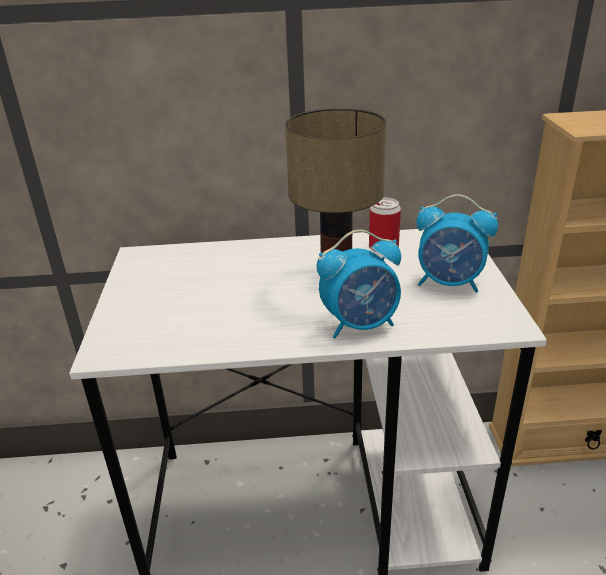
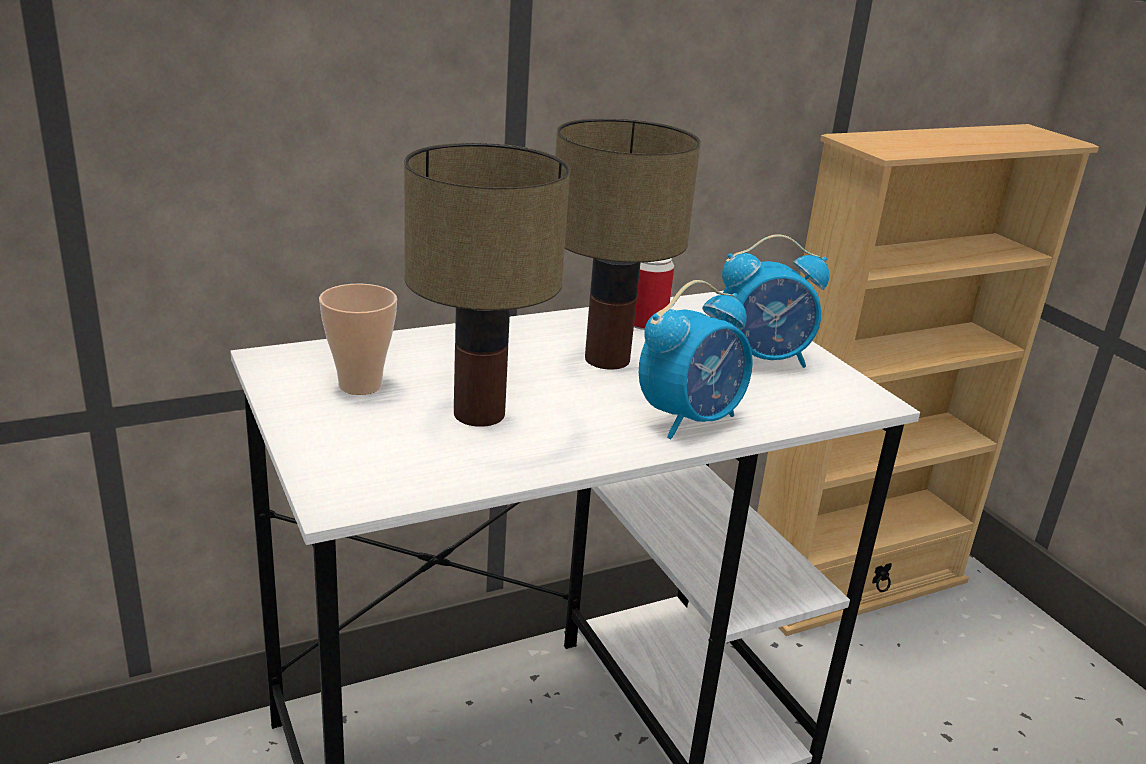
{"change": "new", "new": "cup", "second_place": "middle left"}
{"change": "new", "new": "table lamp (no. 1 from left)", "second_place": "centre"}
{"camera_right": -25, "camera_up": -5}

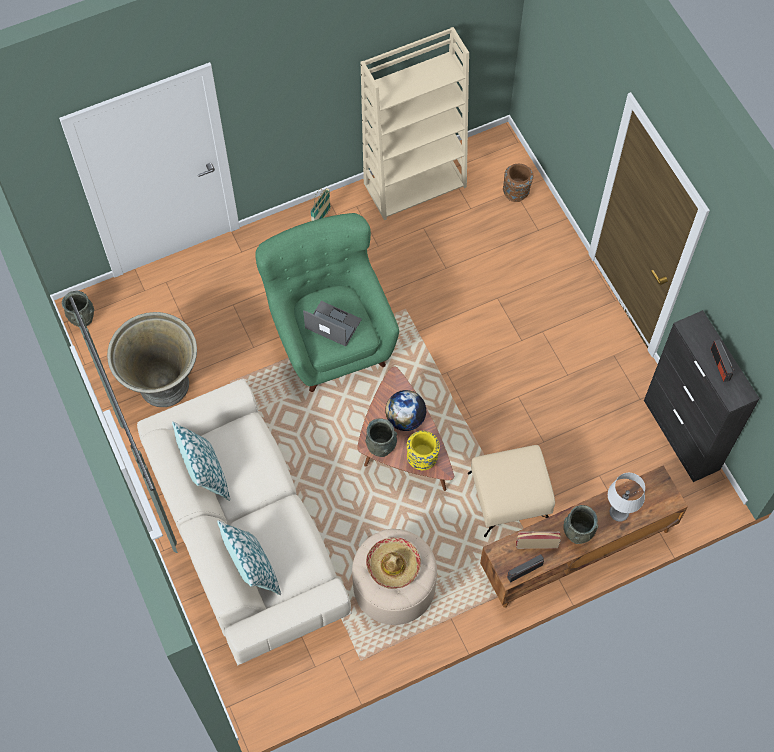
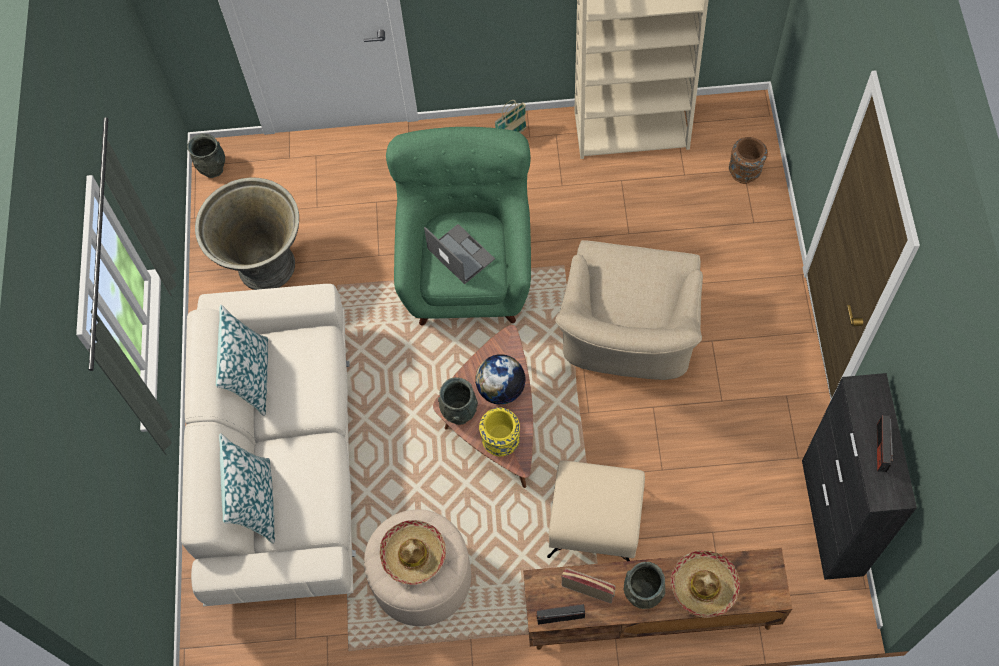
{"change": "new", "new": "beige armchair", "second_place": "centre"}
{"change": "swapped", "old": "grey table lamp", "new": "hat (no. 2 from left)", "first_place": "middle right", "second_place": "bottom right"}
{"camera_right": 25, "camera_up": 0}

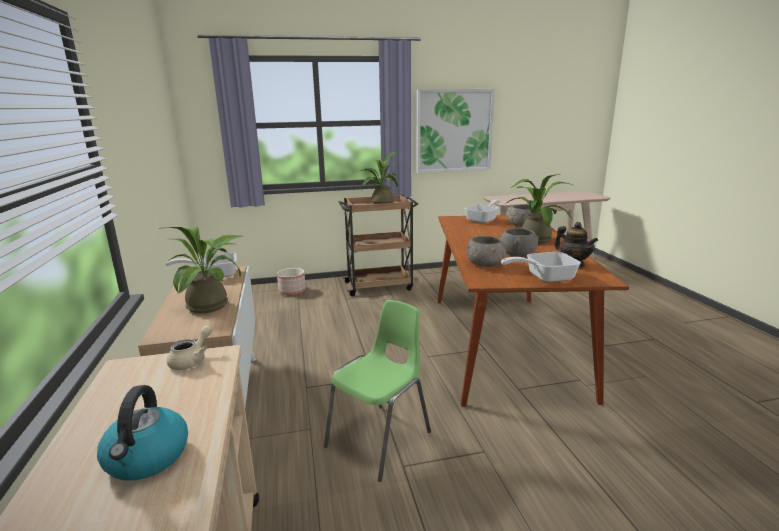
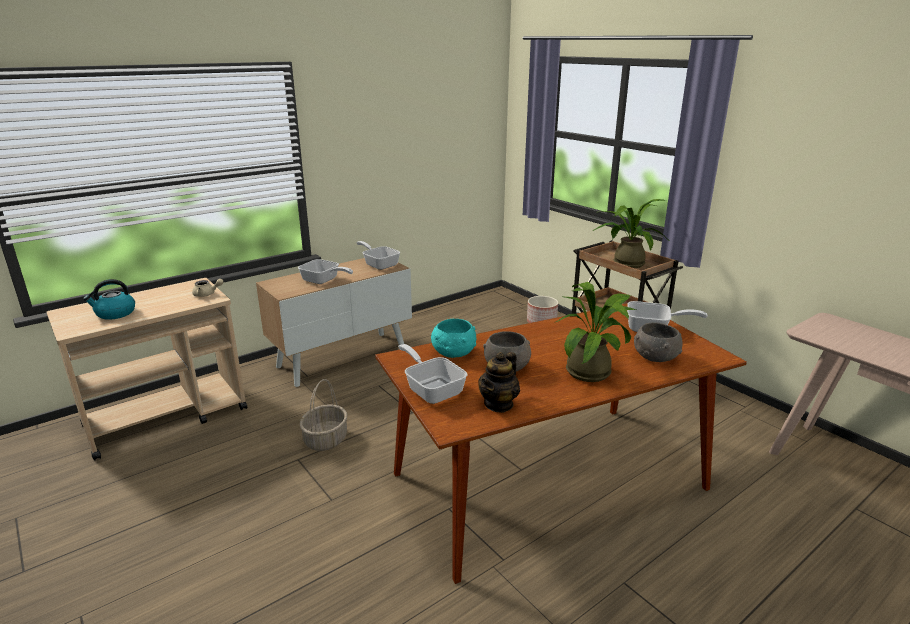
{"change": "gone", "old": "picture", "first_place": "top centre"}
{"change": "swapped", "old": "potted plant (no. 1 from left)", "new": "frying pan (no. 1 from left)", "first_place": "middle left", "second_place": "centre"}
{"change": "swapped", "old": "green chair", "new": "basket", "first_place": "bottom centre", "second_place": "centre"}
{"change": "repainted", "old": "grey bowl (no. 1 from left)", "new": "turquoise bowl", "first_place": "centre", "second_place": "centre"}
{"camera_right": 65, "camera_up": 5}

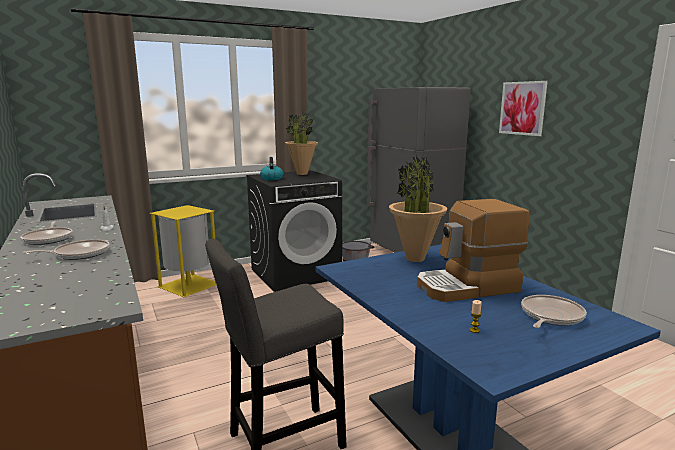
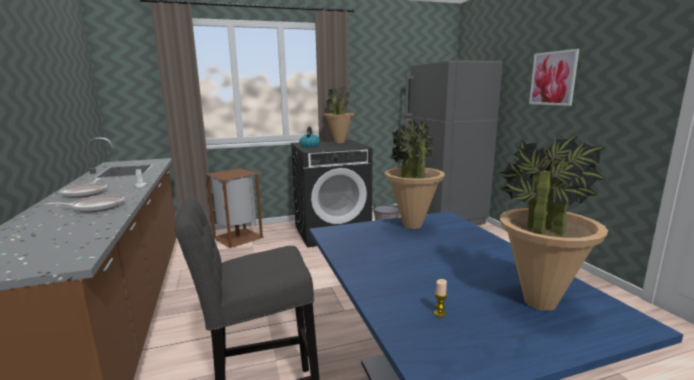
{"change": "gone", "old": "coffee machine", "first_place": "middle right"}
{"change": "swapped", "old": "frying pan (no. 3 from left)", "new": "potted plant (no. 3 from left)", "first_place": "bottom right", "second_place": "middle right"}
{"change": "repainted", "old": "yellow trash can", "new": "brown trash can", "first_place": "middle left", "second_place": "centre"}
{"camera_right": 10, "camera_up": 0}

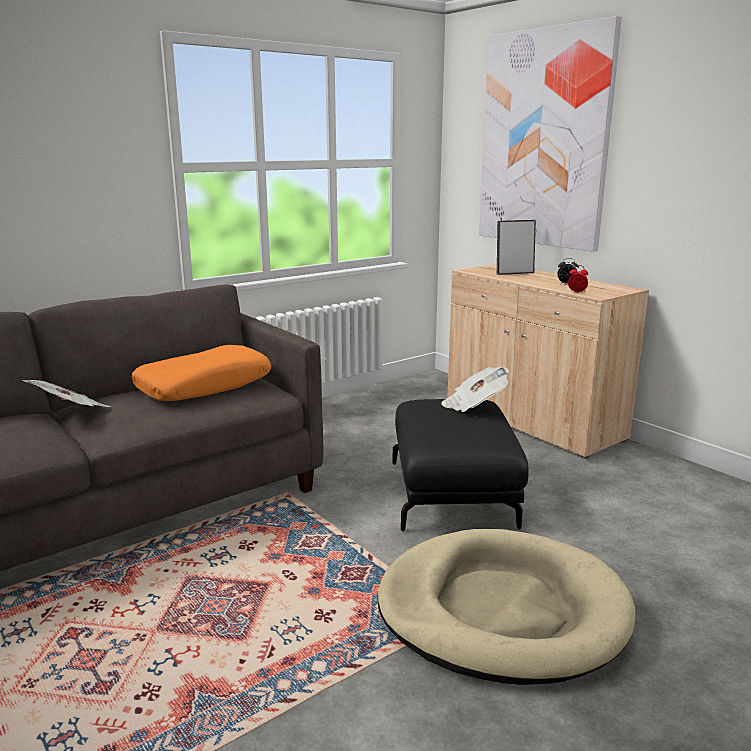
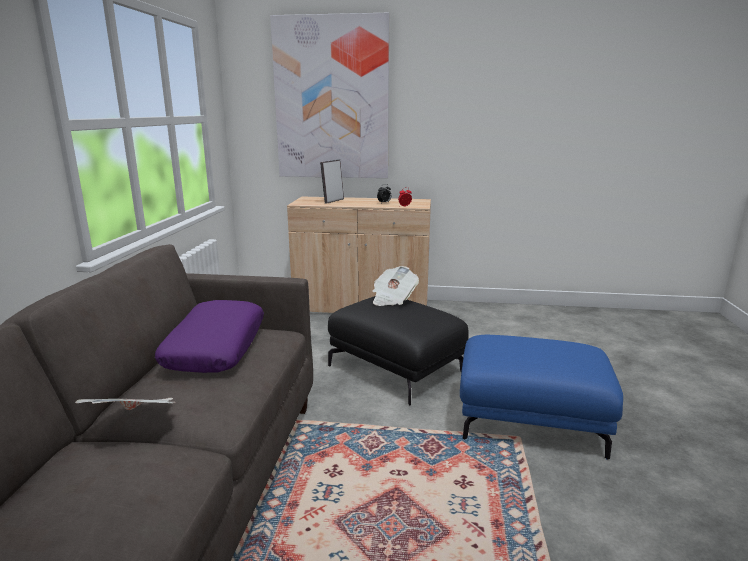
{"change": "swapped", "old": "beige dog bed", "new": "blue ottoman", "first_place": "bottom right", "second_place": "bottom right"}
{"change": "repainted", "old": "orange pillow", "new": "purple pillow", "first_place": "middle left", "second_place": "middle left"}
{"camera_right": -45, "camera_up": 0}

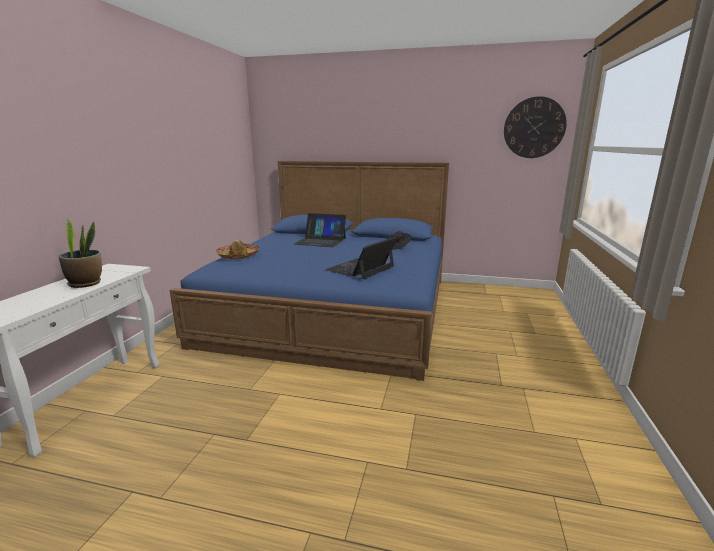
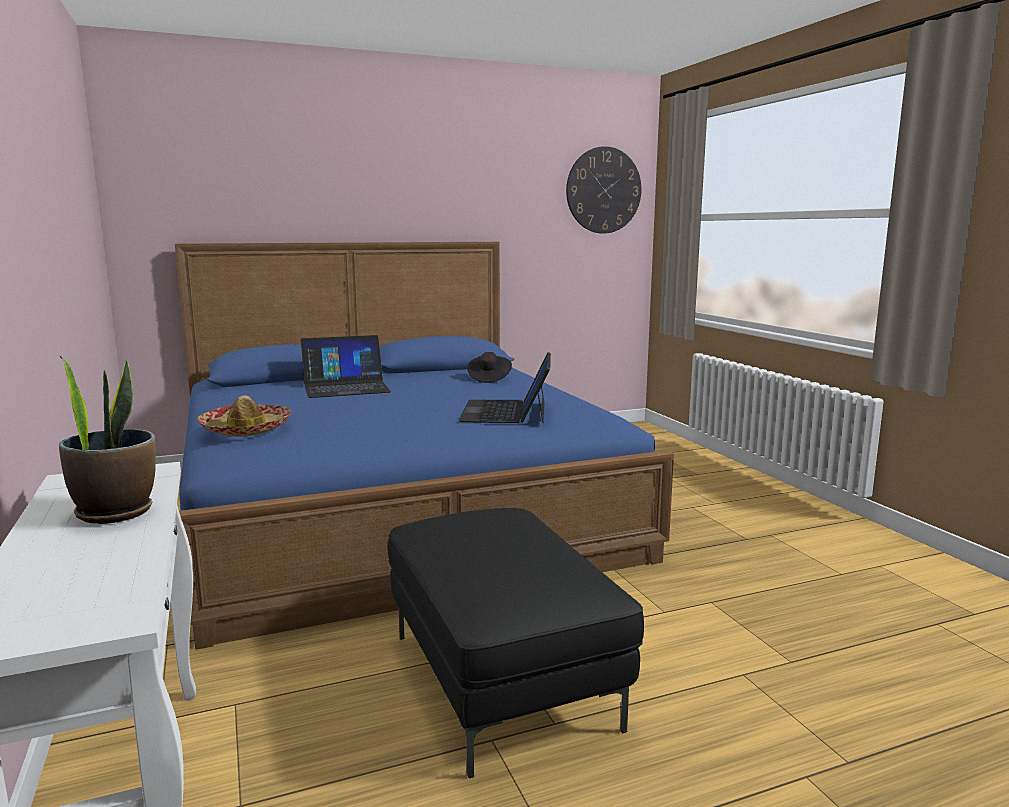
{"change": "new", "new": "black ottoman", "second_place": "bottom centre"}
{"camera_right": -35, "camera_up": -5}

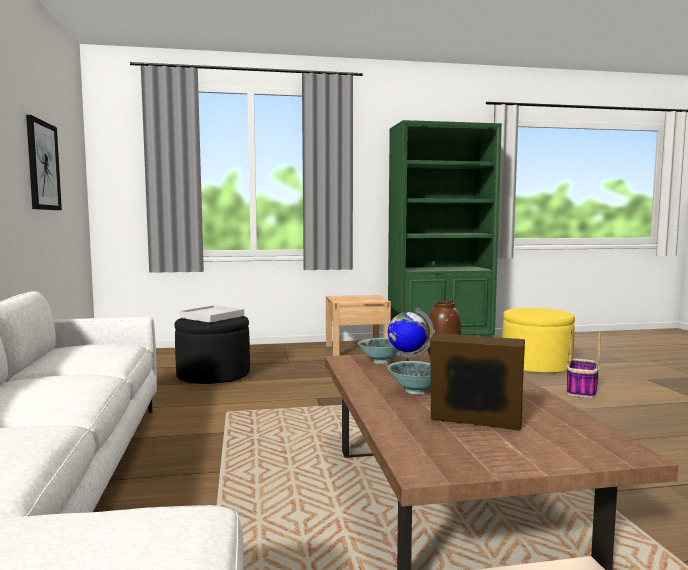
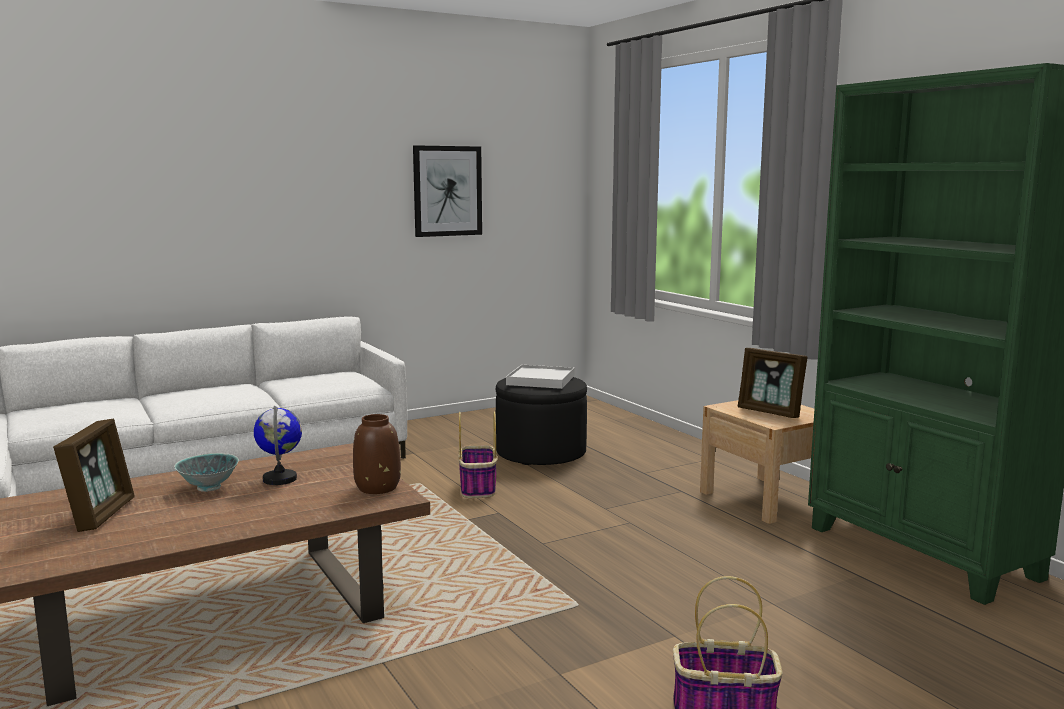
{"change": "gone", "old": "bowl (no. 1 from left)", "first_place": "centre"}
{"change": "gone", "old": "yellow ottoman", "first_place": "middle right"}
{"change": "new", "new": "basket (no. 1 from left)", "second_place": "centre"}
{"change": "new", "new": "picture frame (no. 2 from left)", "second_place": "middle right"}
{"camera_right": 70, "camera_up": 5}

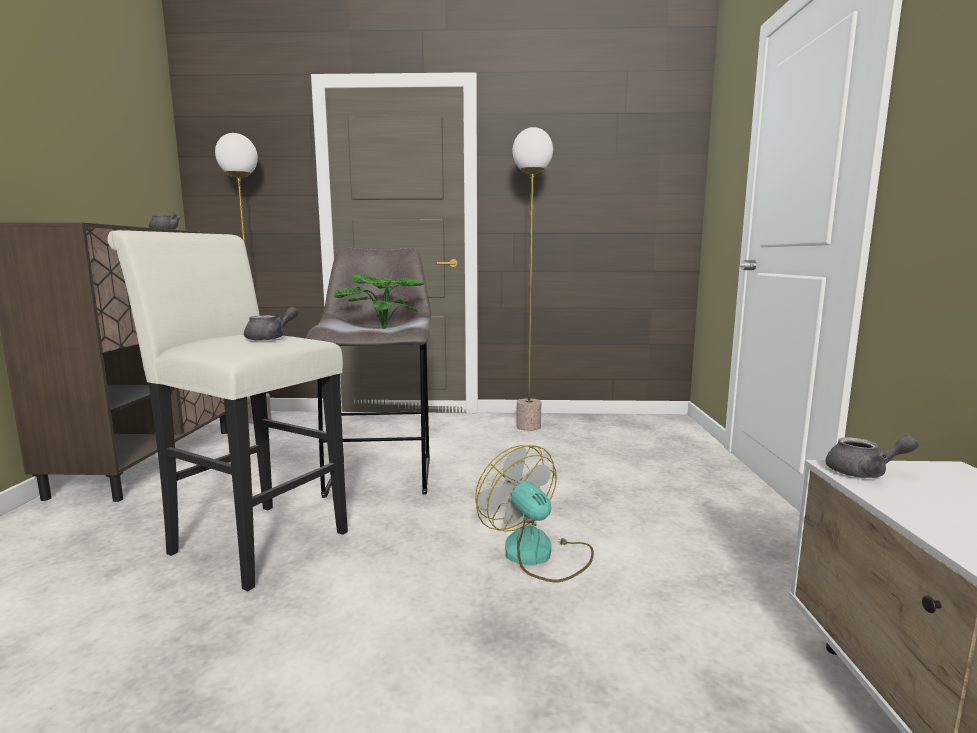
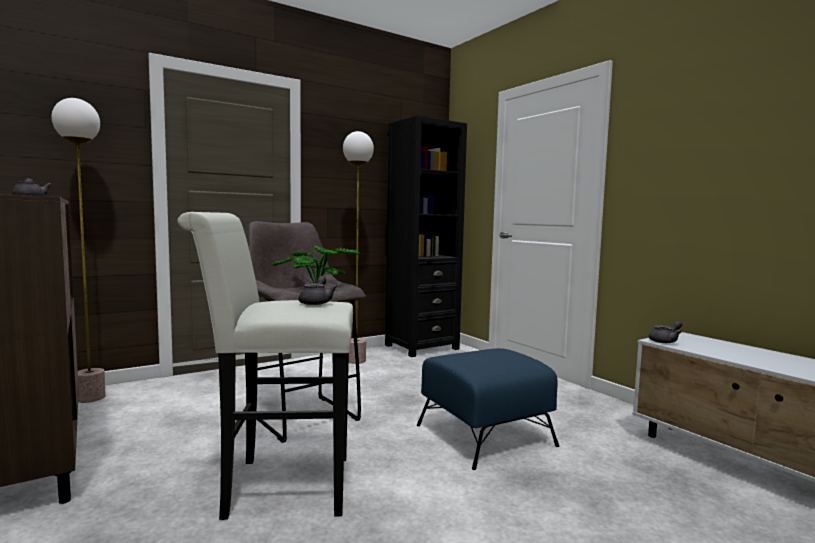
{"change": "new", "new": "black bookcase", "second_place": "centre"}
{"change": "swapped", "old": "fan", "new": "blue ottoman", "first_place": "bottom centre", "second_place": "bottom centre"}
{"camera_right": -35, "camera_up": -5}

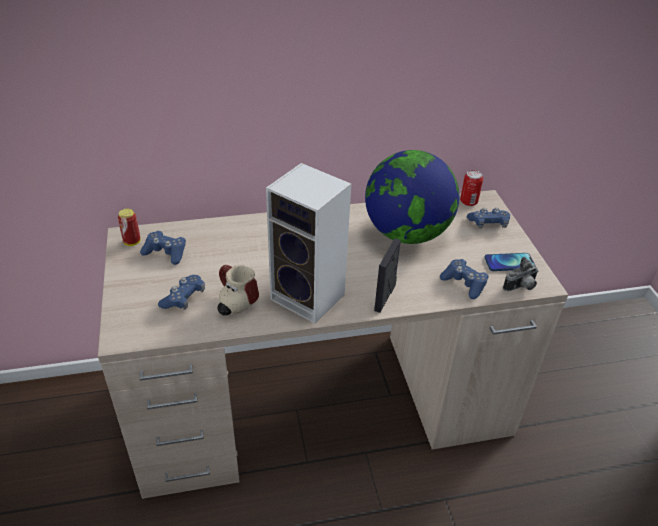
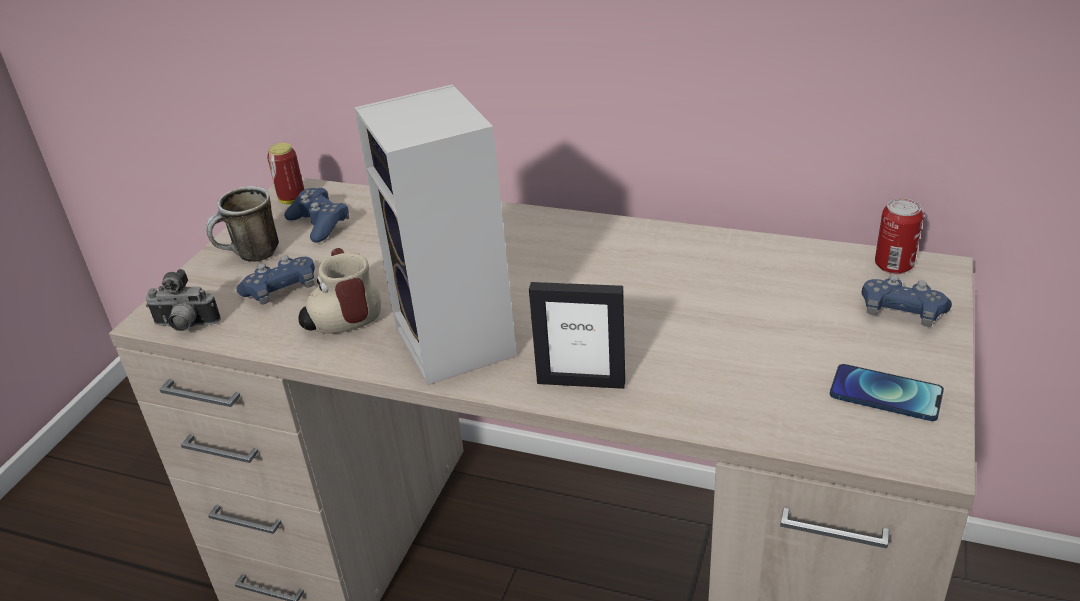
{"change": "gone", "old": "globe", "first_place": "centre"}
{"change": "gone", "old": "blue game controller (no. 3 from left)", "first_place": "middle right"}
{"change": "new", "new": "mug (no. 1 from left)", "second_place": "middle left"}
{"change": "shifted", "old": "photo camera", "first_place": "middle right", "second_place": "middle left"}
{"change": "rotated", "old": "picture frame", "first_place": "centre", "second_place": "centre", "degrees": -135}
{"camera_right": 35, "camera_up": -5}

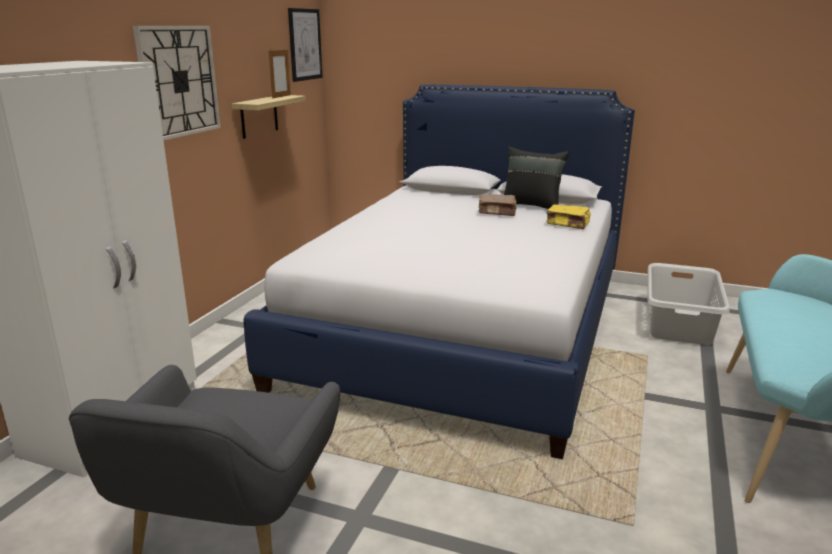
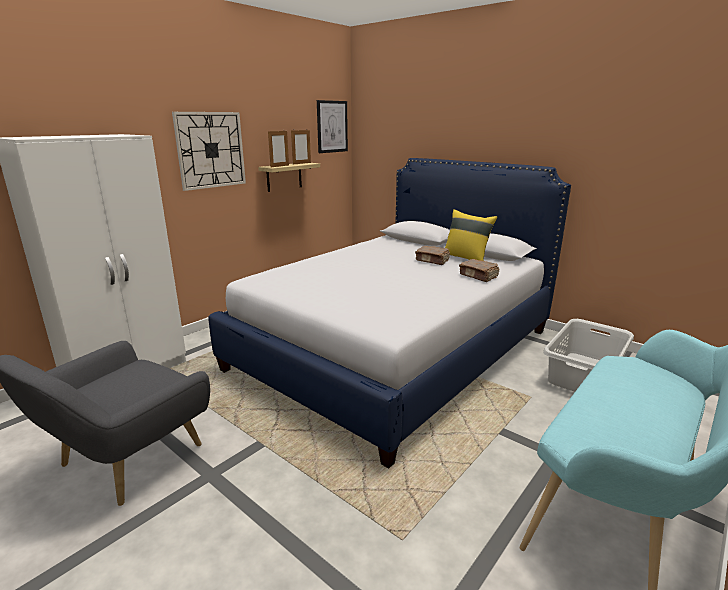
{"change": "new", "new": "picture frame (no. 1 from left)", "second_place": "top centre"}
{"change": "repainted", "old": "black pillow", "new": "yellow pillow", "first_place": "top centre", "second_place": "centre"}
{"change": "repainted", "old": "yellow book", "new": "brown book (no. 2 from left)", "first_place": "middle right", "second_place": "centre"}
{"camera_right": 20, "camera_up": 0}

